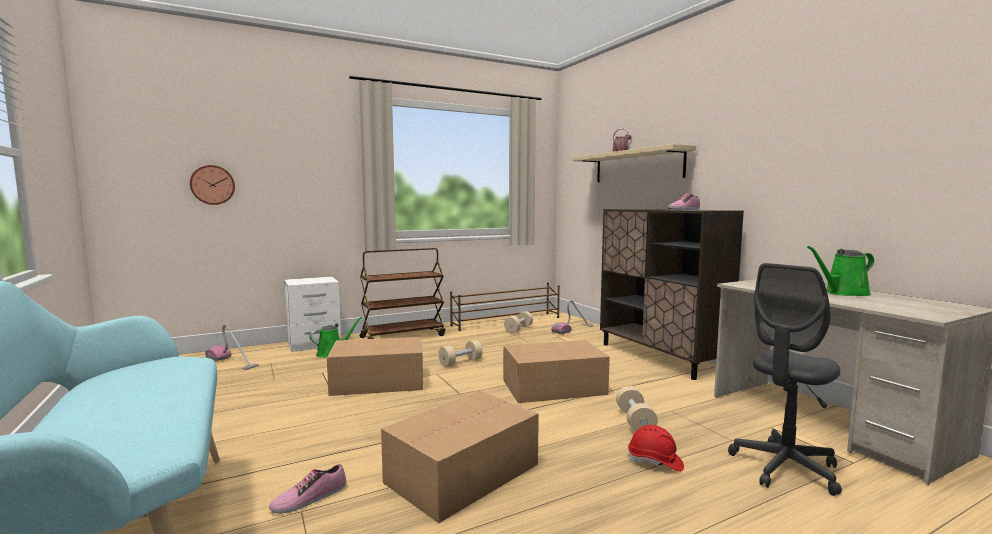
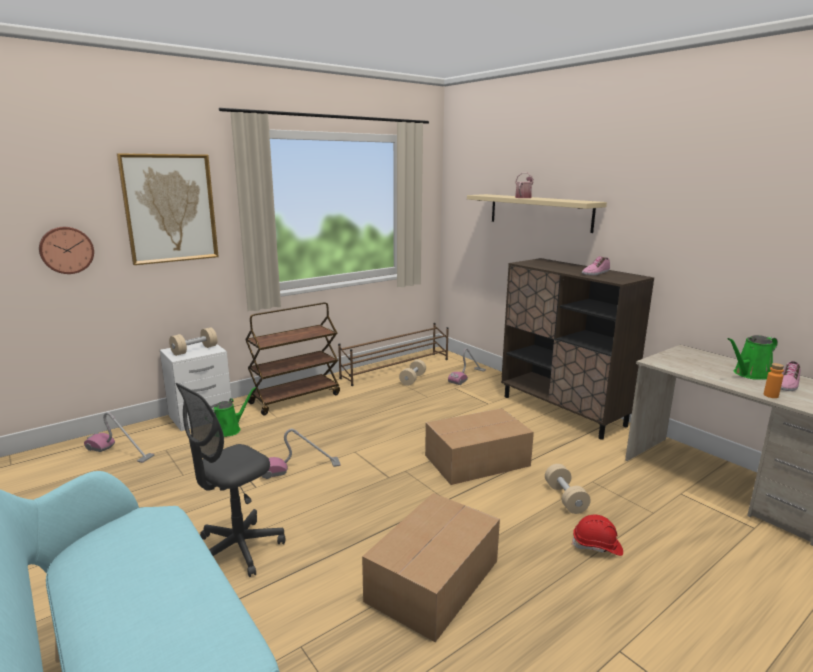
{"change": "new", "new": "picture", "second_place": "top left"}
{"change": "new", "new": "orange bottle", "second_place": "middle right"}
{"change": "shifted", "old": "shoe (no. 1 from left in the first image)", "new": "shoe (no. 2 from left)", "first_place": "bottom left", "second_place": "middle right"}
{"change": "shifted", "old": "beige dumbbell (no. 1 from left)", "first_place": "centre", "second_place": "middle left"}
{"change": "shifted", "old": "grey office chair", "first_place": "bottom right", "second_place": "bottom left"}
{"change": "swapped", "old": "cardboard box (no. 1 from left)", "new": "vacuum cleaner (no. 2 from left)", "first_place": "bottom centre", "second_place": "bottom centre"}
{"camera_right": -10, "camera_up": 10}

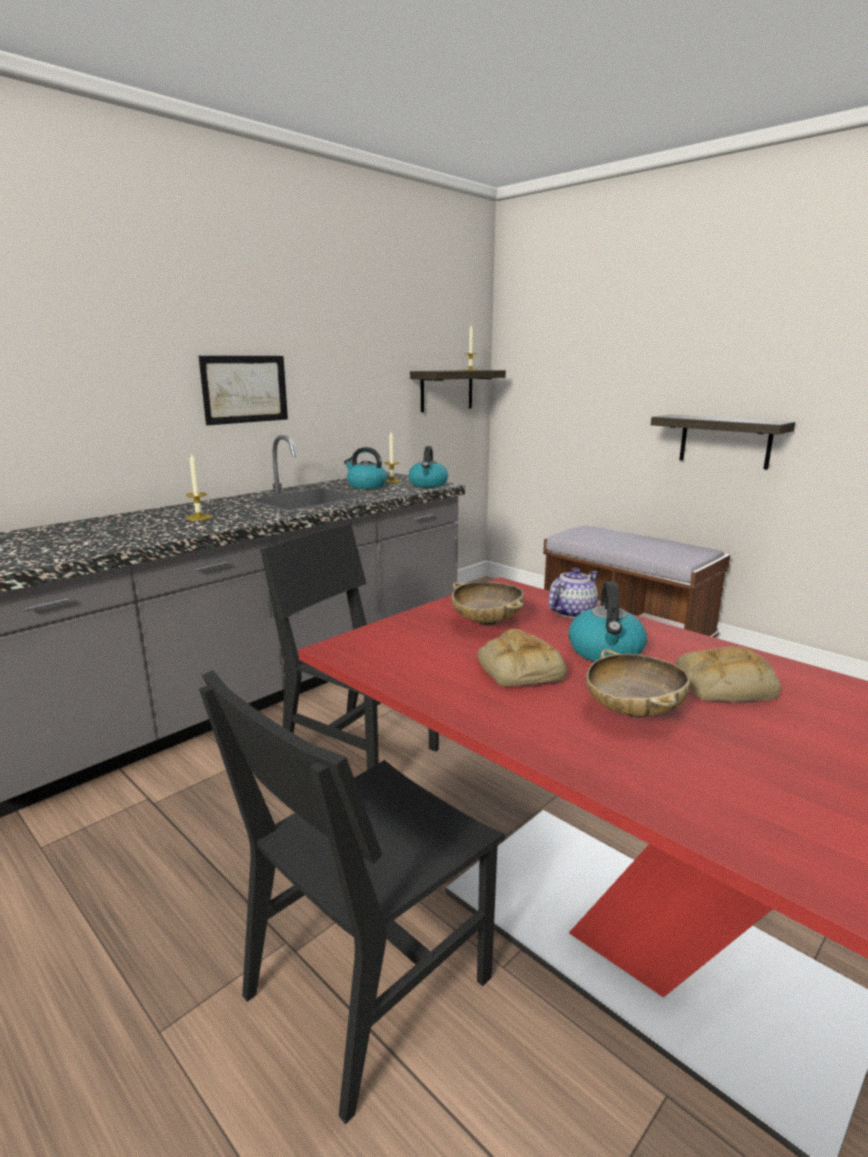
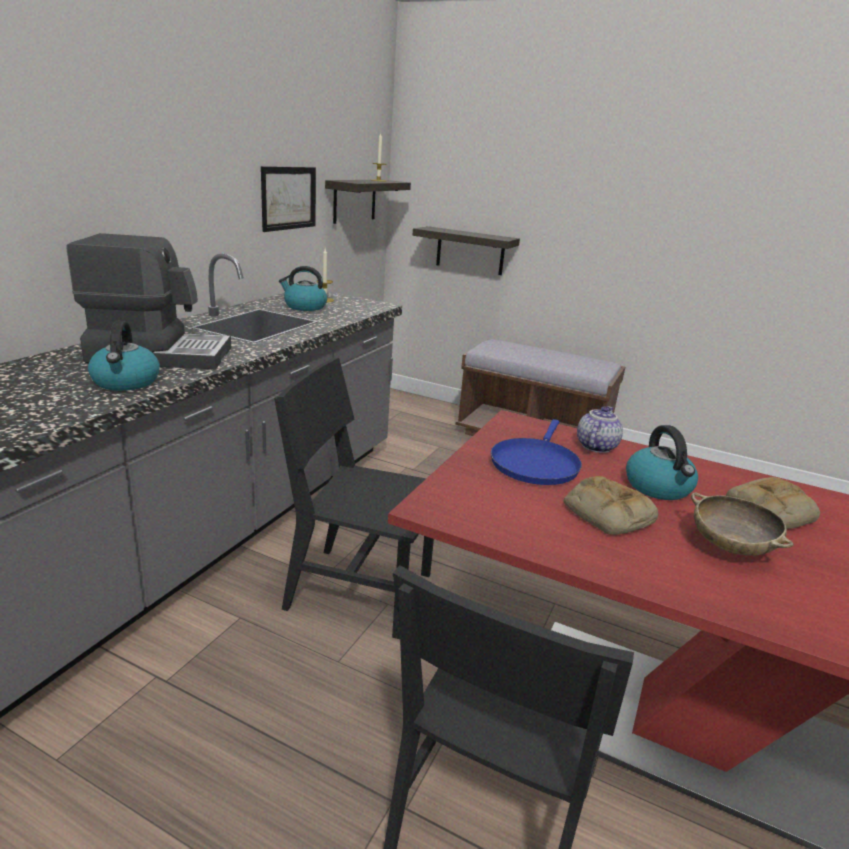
{"change": "shifted", "old": "picture", "first_place": "middle left", "second_place": "top centre"}
{"change": "shifted", "old": "kettle (no. 2 from left in the first image)", "new": "kettle (no. 1 from left)", "first_place": "centre", "second_place": "middle left"}
{"change": "shifted", "old": "shelf (no. 2 from left)", "first_place": "middle right", "second_place": "top centre"}
{"change": "swapped", "old": "candle (no. 1 from left)", "new": "coffee machine", "first_place": "middle left", "second_place": "middle left"}
{"change": "swapped", "old": "beige bowl (no. 1 from left)", "new": "blue frying pan", "first_place": "centre", "second_place": "centre"}
{"camera_right": -20, "camera_up": 5}

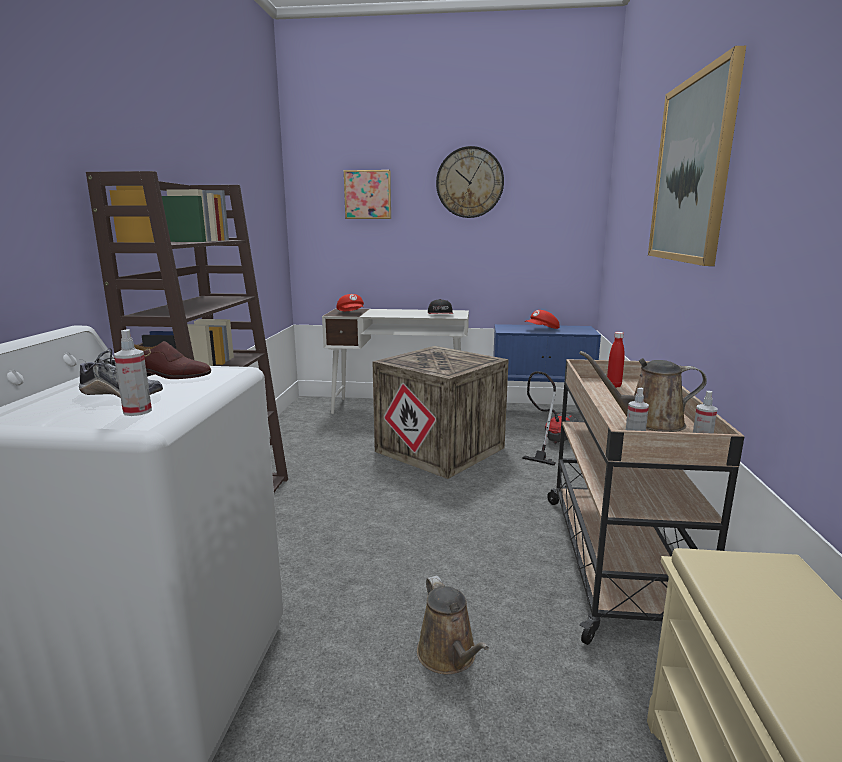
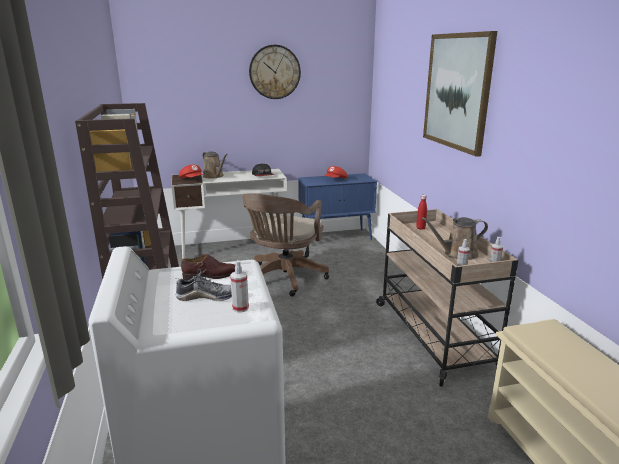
{"change": "gone", "old": "picture (no. 1 from left)", "first_place": "top centre"}
{"change": "gone", "old": "vacuum cleaner", "first_place": "centre"}
{"change": "shifted", "old": "brown watering can (no. 1 from left)", "first_place": "bottom centre", "second_place": "centre"}
{"change": "swapped", "old": "crate", "new": "brown office chair", "first_place": "centre", "second_place": "centre"}
{"camera_right": -20, "camera_up": 5}

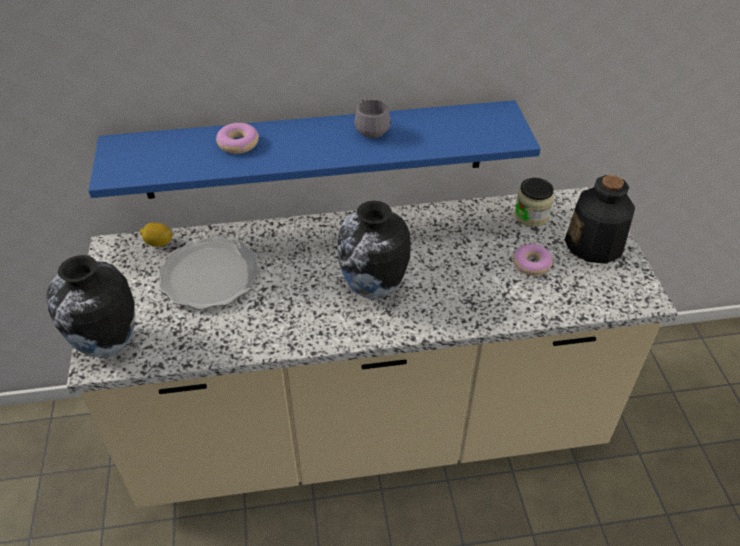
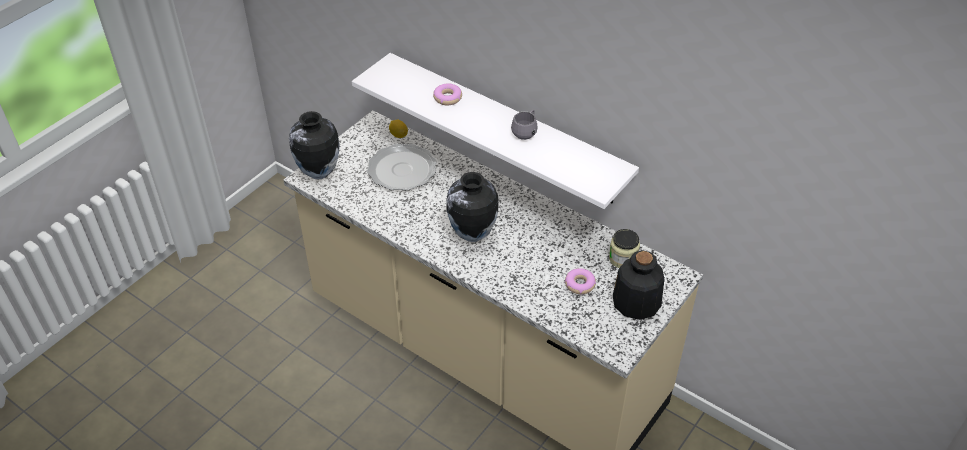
{"change": "repainted", "old": "blue shelf", "new": "white shelf", "first_place": "top centre", "second_place": "top centre"}
{"camera_right": 45, "camera_up": 0}

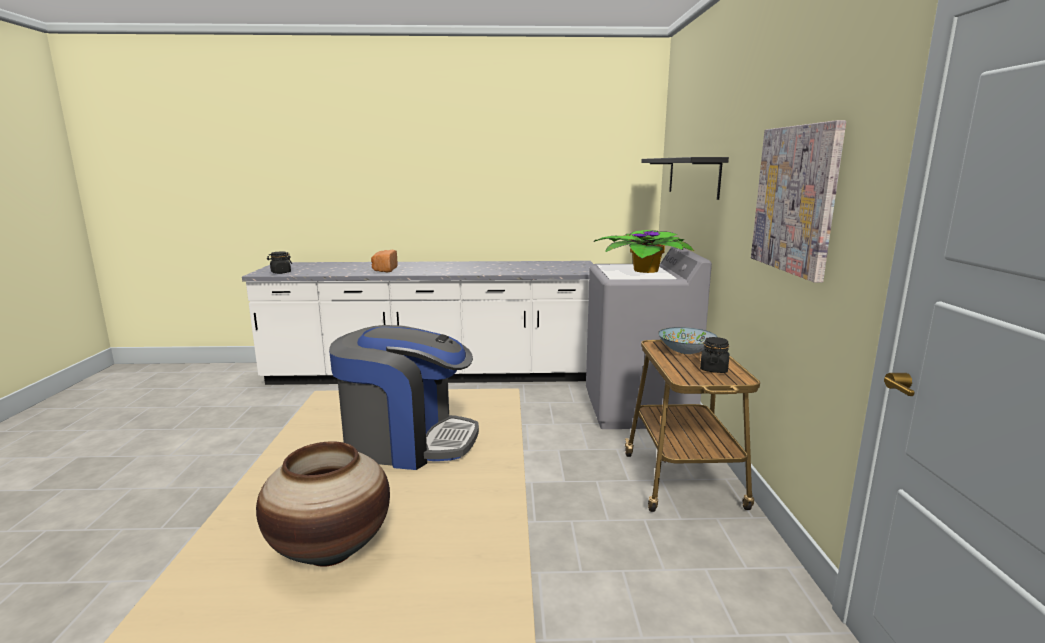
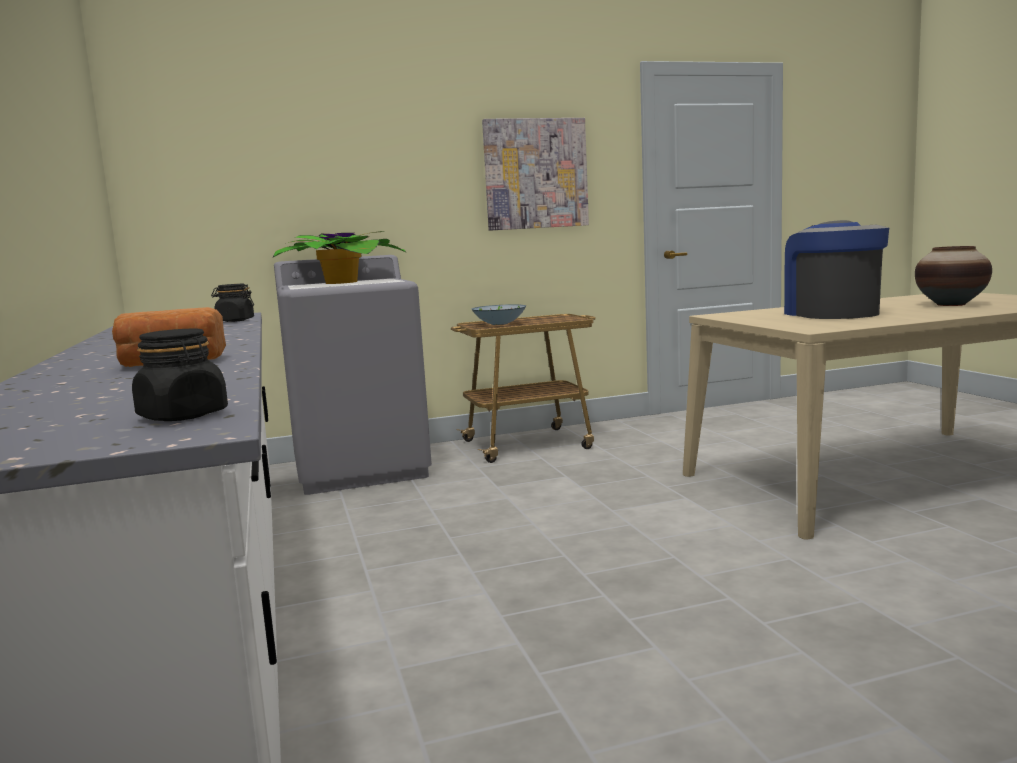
{"change": "gone", "old": "black shelf", "first_place": "top centre"}
{"change": "shifted", "old": "black jar (no. 2 from left)", "first_place": "middle right", "second_place": "middle left"}
{"camera_right": -105, "camera_up": -5}

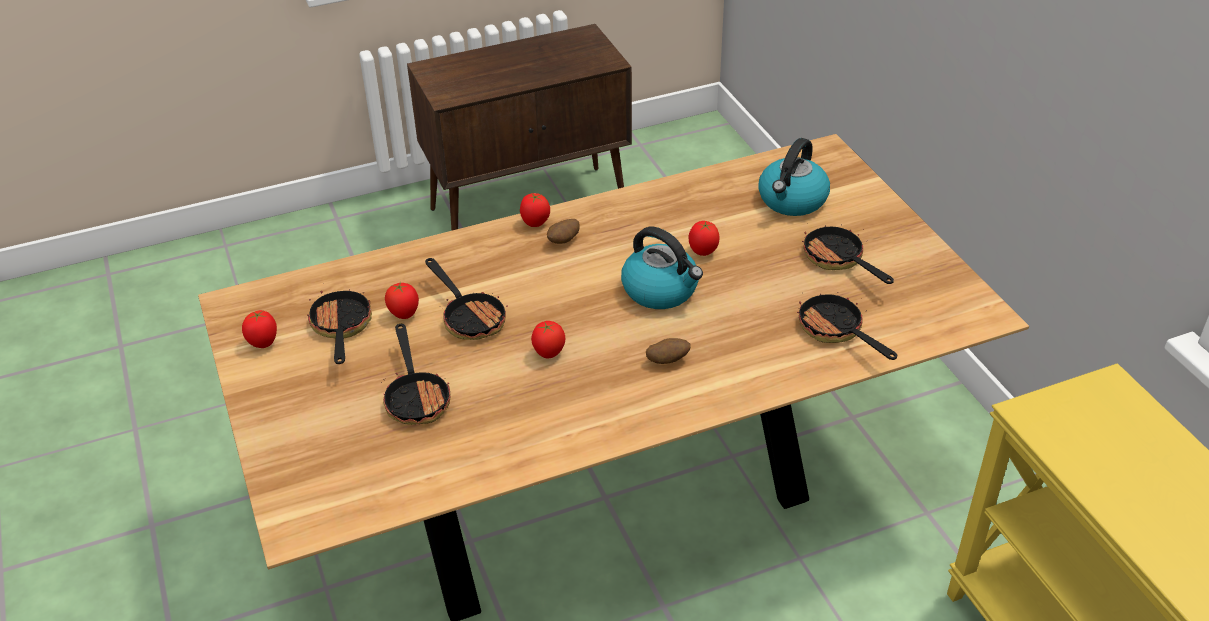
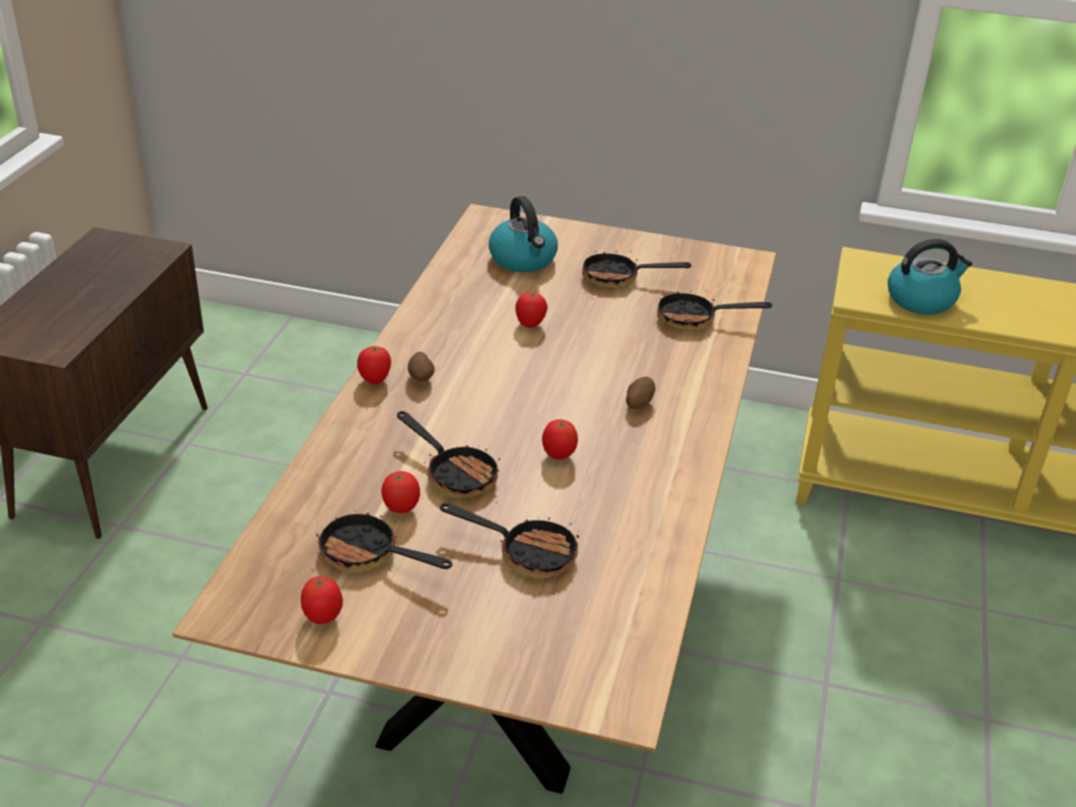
{"change": "shifted", "old": "kettle (no. 1 from left in the first image)", "new": "kettle (no. 2 from left)", "first_place": "centre", "second_place": "middle right"}
{"change": "rotated", "old": "frying pan (no. 3 from left in the first image)", "first_place": "centre", "second_place": "centre", "degrees": 45}
{"camera_right": -55, "camera_up": -5}

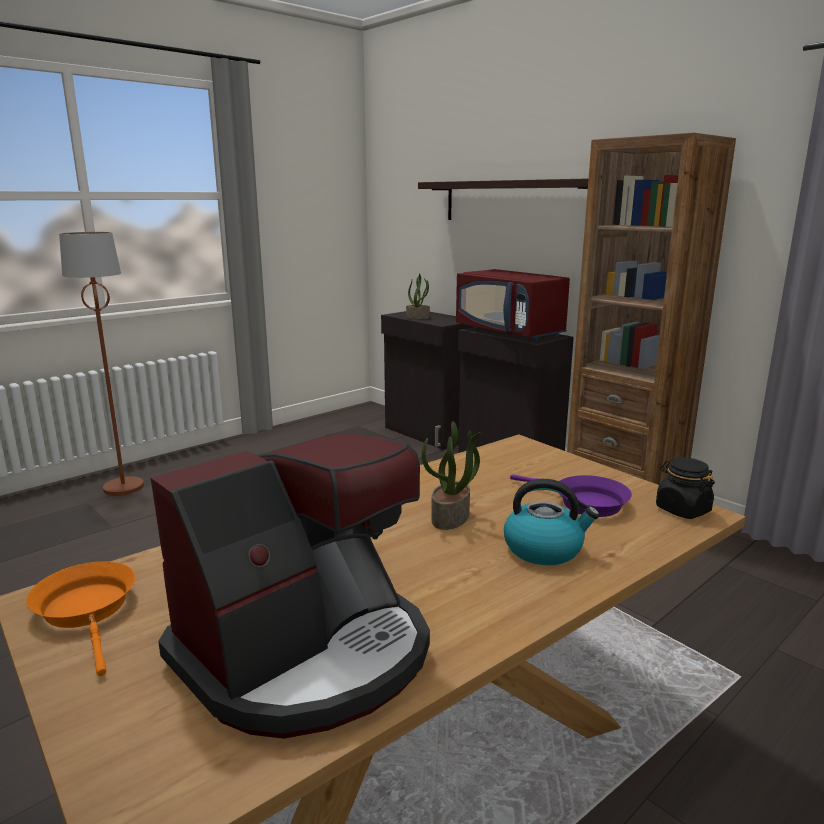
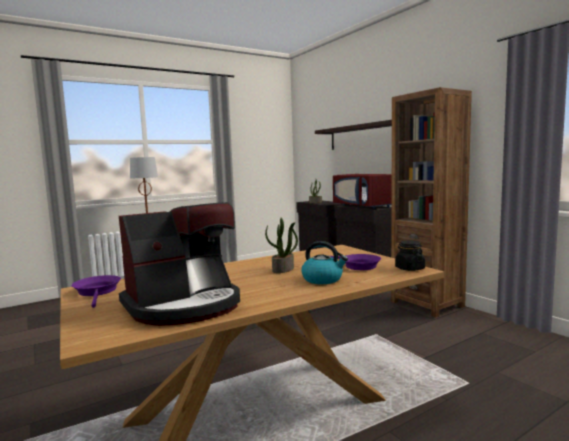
{"change": "repainted", "old": "orange frying pan", "new": "purple frying pan (no. 1 from left)", "first_place": "bottom left", "second_place": "middle left"}
{"camera_right": 10, "camera_up": -10}

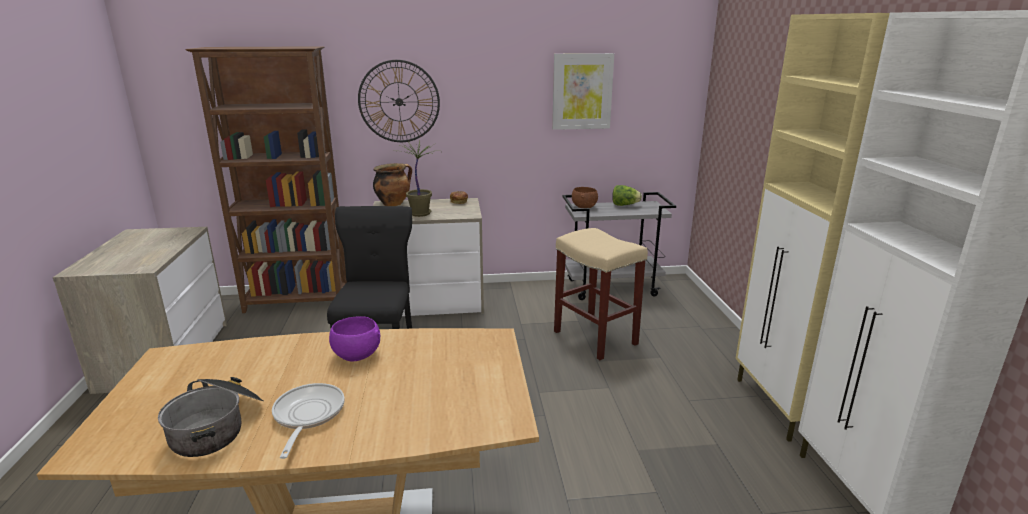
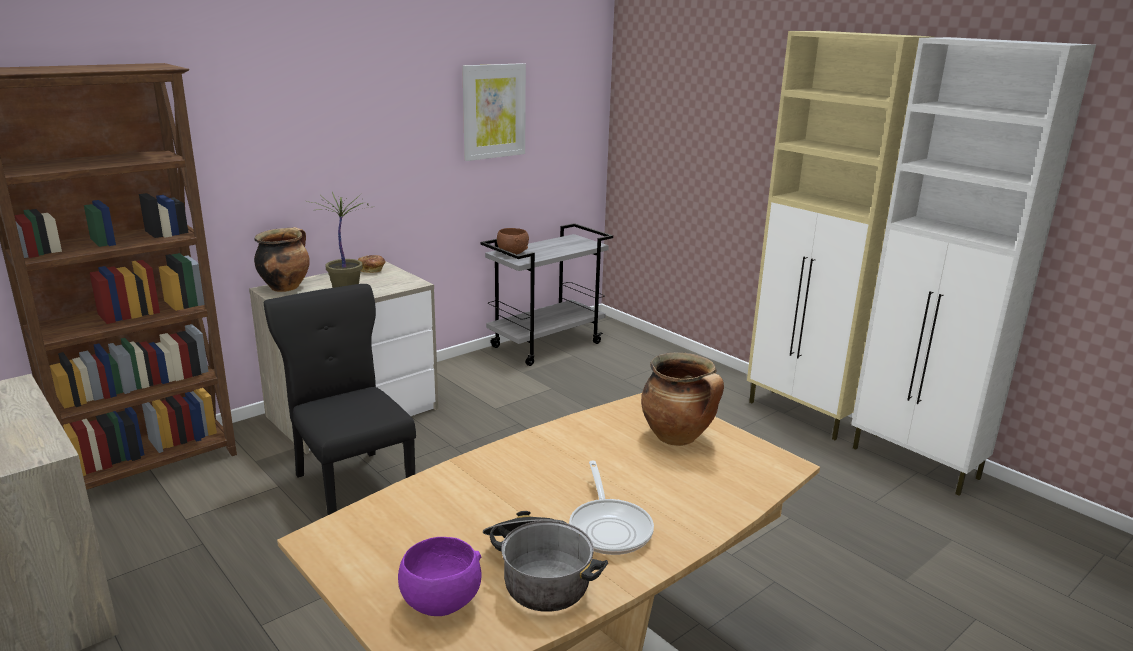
{"change": "gone", "old": "wall clock", "first_place": "top centre"}
{"change": "gone", "old": "beige stool", "first_place": "centre"}
{"change": "gone", "old": "lettuce", "first_place": "centre"}
{"change": "new", "new": "cooking pot (no. 3 from left)", "second_place": "centre"}
{"change": "shifted", "old": "purple bowl", "first_place": "centre", "second_place": "bottom centre"}
{"change": "rotated", "old": "frying pan", "first_place": "bottom left", "second_place": "bottom centre", "degrees": -150}
{"camera_right": -35, "camera_up": 0}

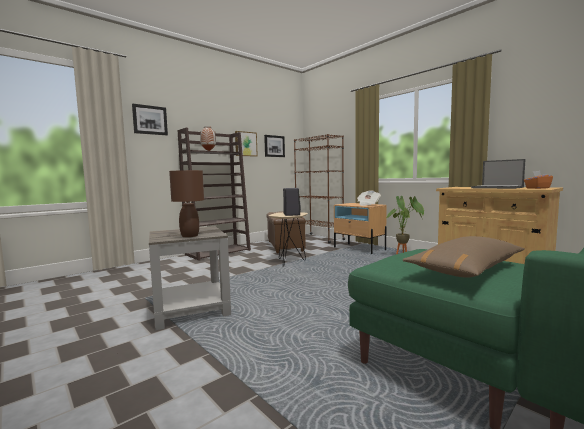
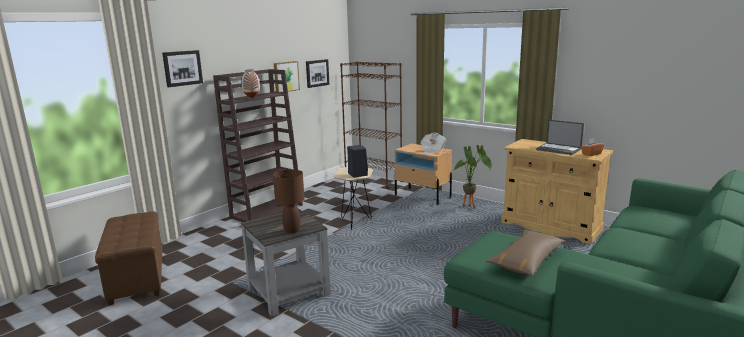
{"change": "shifted", "old": "brown ottoman", "first_place": "centre", "second_place": "bottom left"}
{"camera_right": -10, "camera_up": 10}

